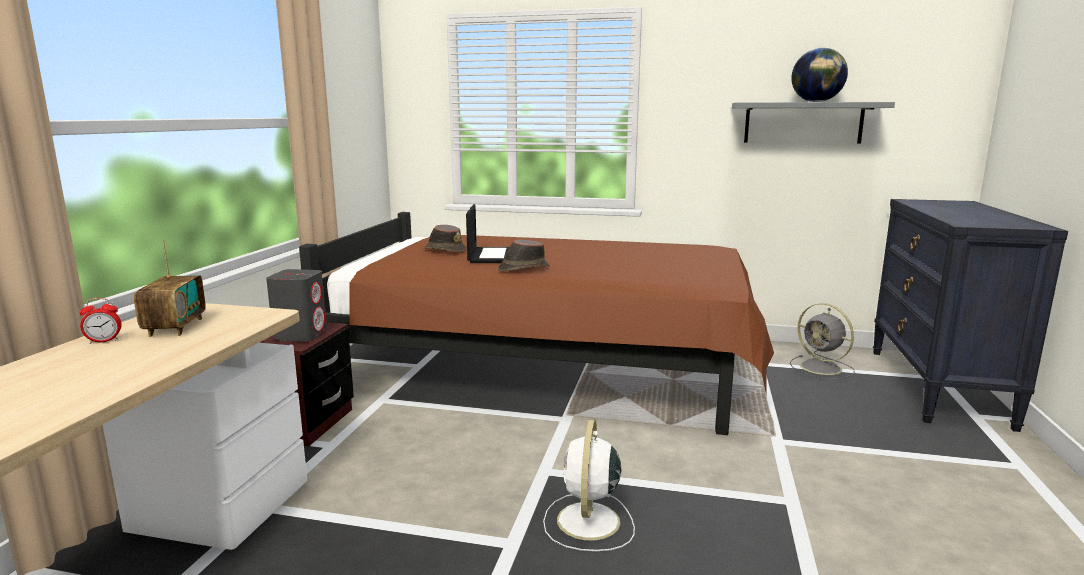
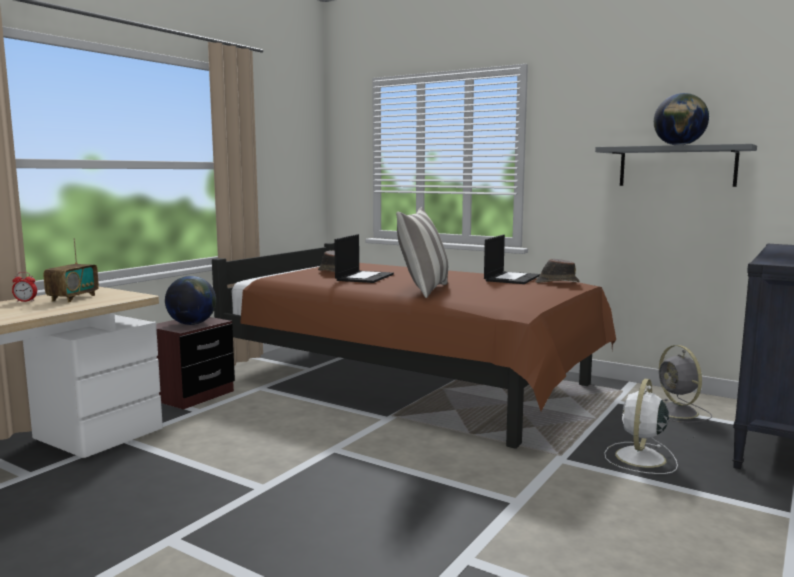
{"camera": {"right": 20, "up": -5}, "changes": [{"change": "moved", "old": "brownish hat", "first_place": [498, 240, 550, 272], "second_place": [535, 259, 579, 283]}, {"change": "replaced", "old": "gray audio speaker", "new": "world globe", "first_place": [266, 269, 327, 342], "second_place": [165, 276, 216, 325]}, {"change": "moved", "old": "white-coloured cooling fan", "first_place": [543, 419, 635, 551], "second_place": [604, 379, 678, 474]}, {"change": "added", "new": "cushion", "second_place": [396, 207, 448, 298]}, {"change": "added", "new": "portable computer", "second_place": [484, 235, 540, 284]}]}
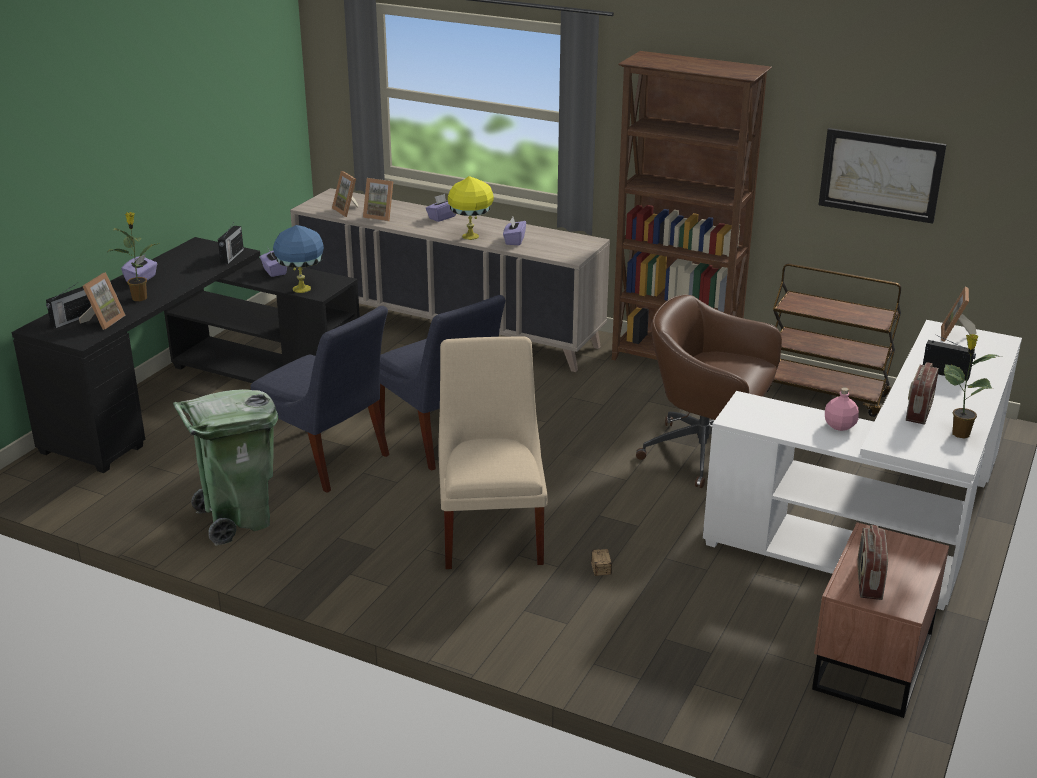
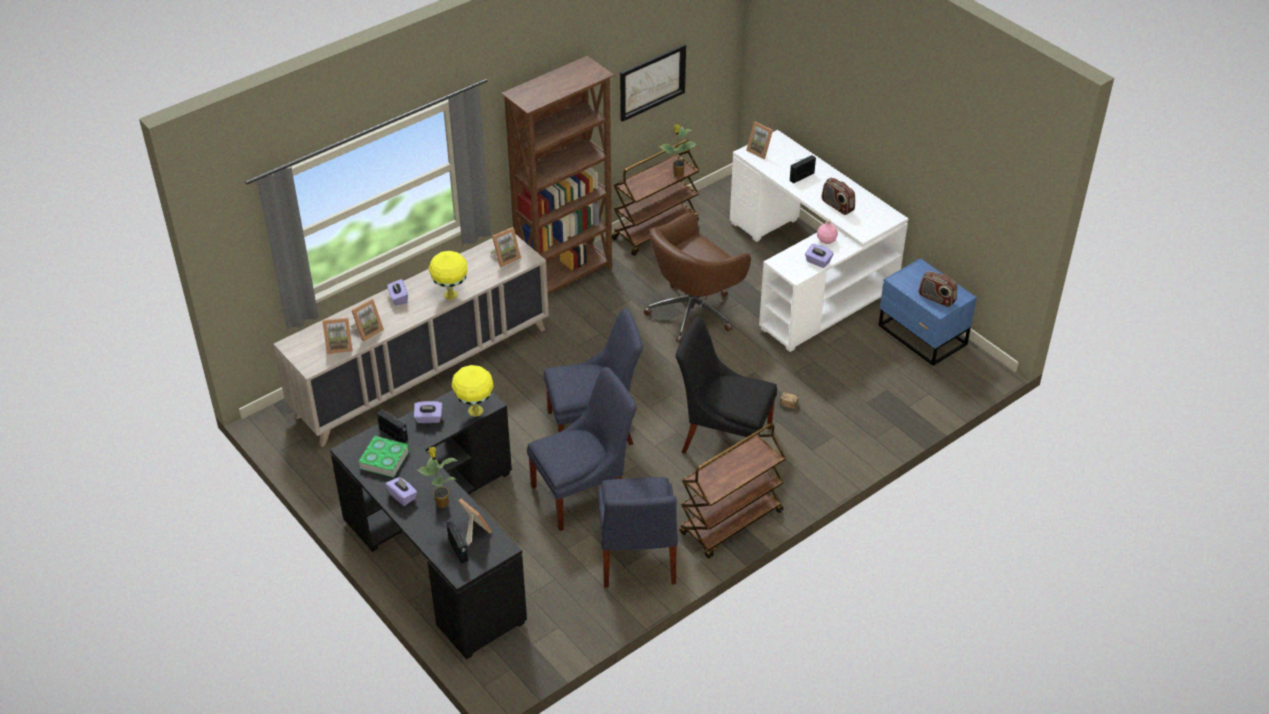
{"camera": {"right": -65, "up": 15}, "changes": [{"change": "moved", "old": "purple-coloured tissue holder", "first_place": [503, 217, 526, 246], "second_place": [805, 244, 833, 268]}, {"change": "recoloured", "old": "bluish lamp for a table", "new": "yellow lamp for a table", "first_place": [273, 225, 324, 293], "second_place": [451, 365, 494, 417]}, {"change": "moved", "old": "potted plant", "first_place": [944, 334, 1002, 439], "second_place": [659, 124, 697, 177]}, {"change": "recoloured", "old": "beige-coloured upright chair", "new": "blackish upright chair", "first_place": [438, 337, 547, 569], "second_place": [676, 317, 777, 454]}, {"change": "replaced", "old": "green trash can", "new": "bluish upright chair", "first_place": [173, 389, 278, 546], "second_place": [598, 477, 678, 588]}, {"change": "recoloured", "old": "brownish night table", "new": "bluish night table", "first_place": [812, 522, 949, 718], "second_place": [879, 258, 977, 366]}, {"change": "added", "new": "standing frame", "second_place": [490, 227, 521, 267]}, {"change": "added", "new": "brownish cart", "second_place": [680, 423, 786, 559]}, {"change": "added", "new": "bound book", "second_place": [358, 436, 410, 478]}]}
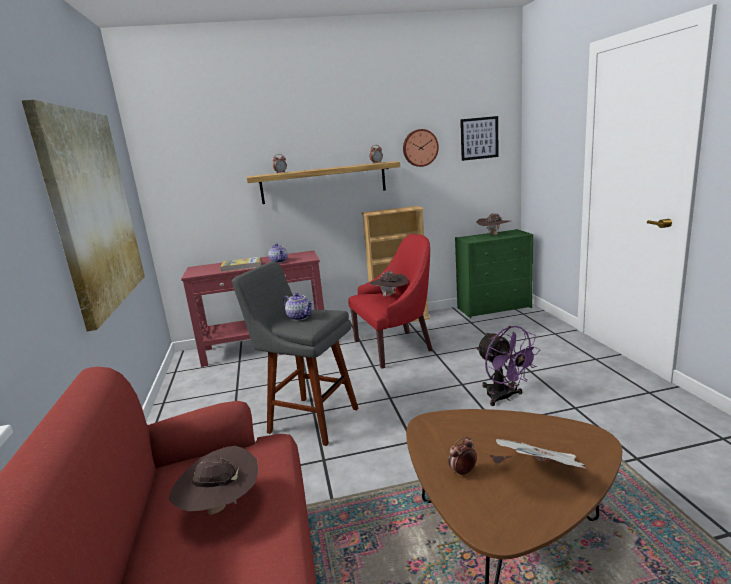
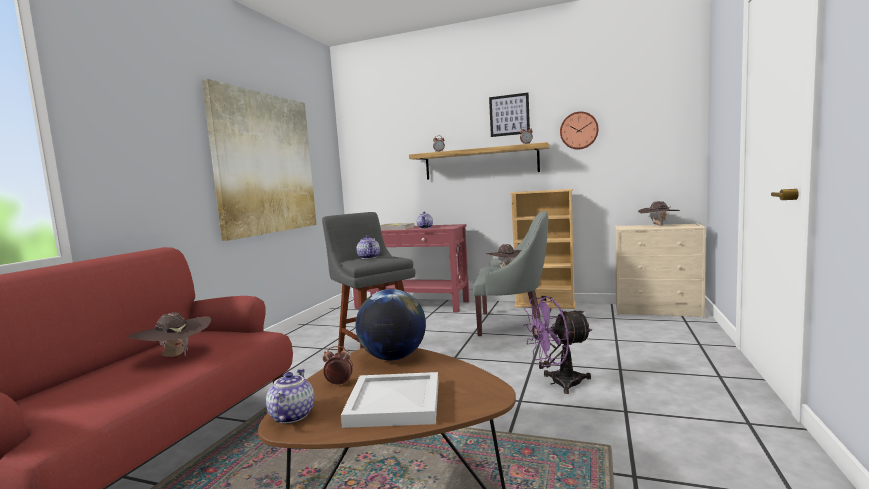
{"camera": {"right": 30, "up": -10}, "changes": [{"change": "moved", "old": "picture", "first_place": [460, 116, 498, 161], "second_place": [489, 93, 530, 137]}, {"change": "recoloured", "old": "green drawer chest", "new": "beige-coloured drawer chest", "first_place": [455, 229, 533, 318], "second_place": [615, 223, 706, 318]}, {"change": "recoloured", "old": "red-coloured armchair", "new": "gray armchair", "first_place": [348, 234, 433, 369], "second_place": [473, 211, 548, 336]}, {"change": "turned", "old": "purple-coloured cooling fan", "first_place": [476, 326, 540, 406], "second_place": [523, 296, 592, 394], "degrees": 75}, {"change": "replaced", "old": "newspaper", "new": "white-coloured serving tray", "first_place": [496, 439, 586, 469], "second_place": [341, 372, 439, 428]}, {"change": "added", "new": "world globe", "second_place": [356, 289, 426, 360]}, {"change": "added", "new": "teapot", "second_place": [266, 369, 314, 423]}]}
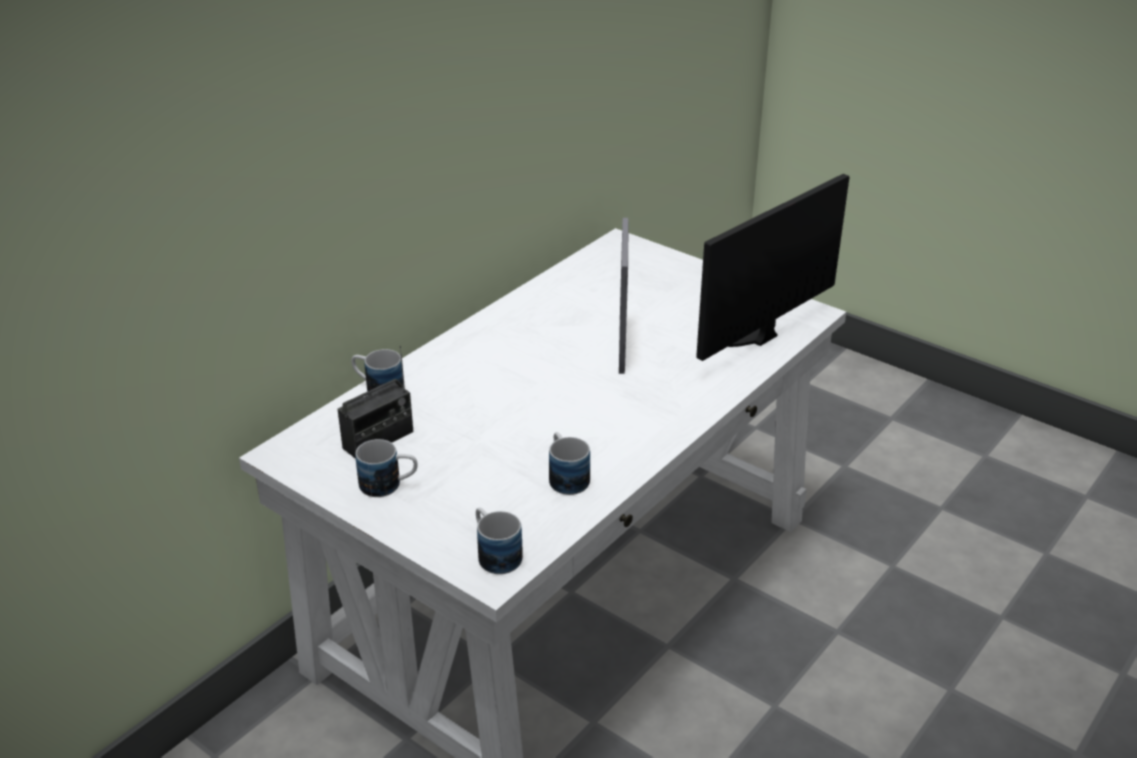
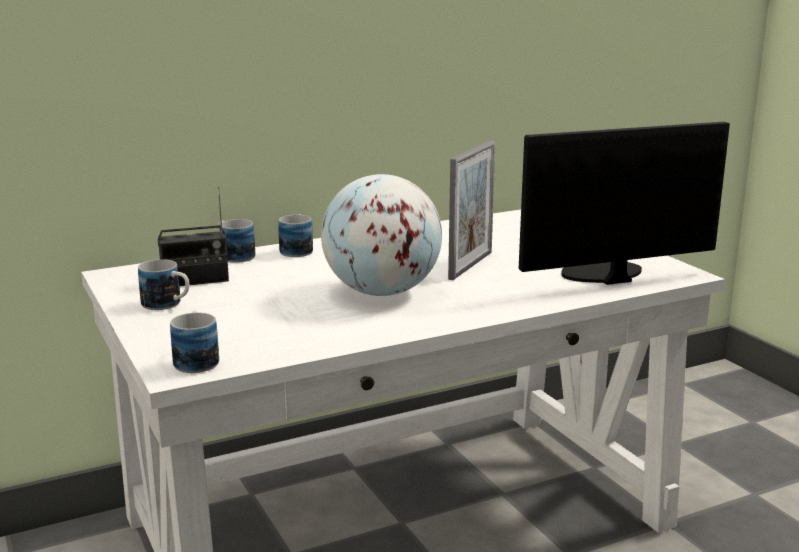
{"camera": {"right": 25, "up": -15}, "changes": [{"change": "moved", "old": "tea mug", "first_place": [549, 432, 590, 495], "second_place": [278, 214, 313, 257]}, {"change": "added", "new": "world globe", "second_place": [321, 174, 442, 296]}]}
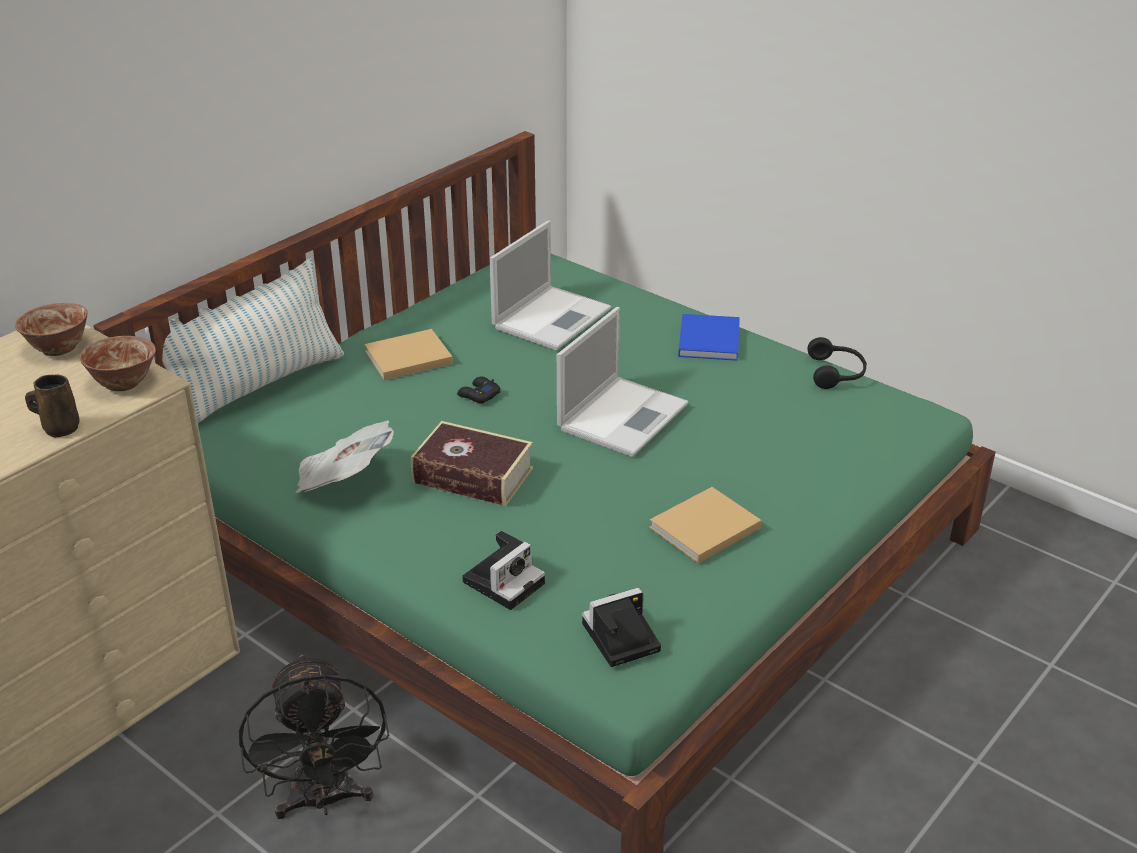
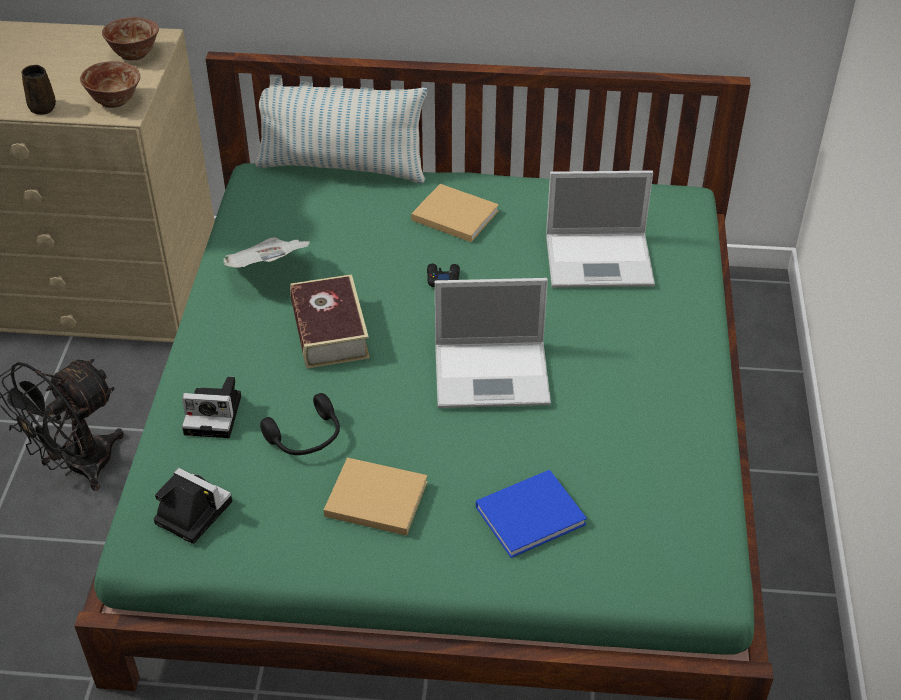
{"camera": {"right": 55, "up": 10}, "changes": [{"change": "moved", "old": "bluish bound book", "first_place": [678, 314, 740, 361], "second_place": [476, 470, 587, 558]}, {"change": "moved", "old": "blackish headset", "first_place": [808, 337, 867, 389], "second_place": [260, 393, 340, 455]}]}
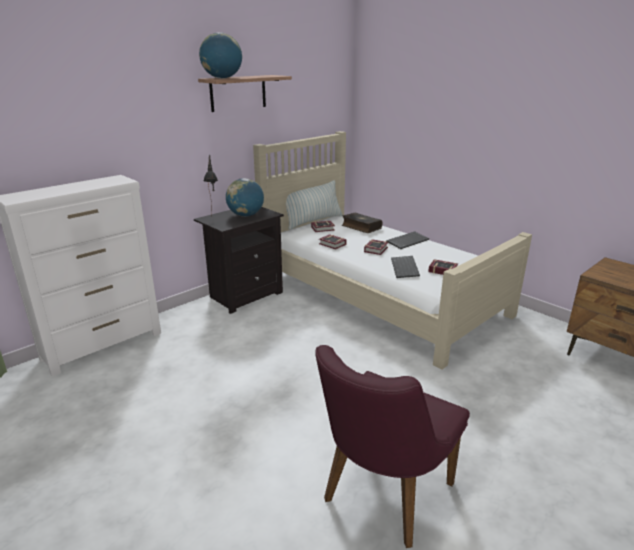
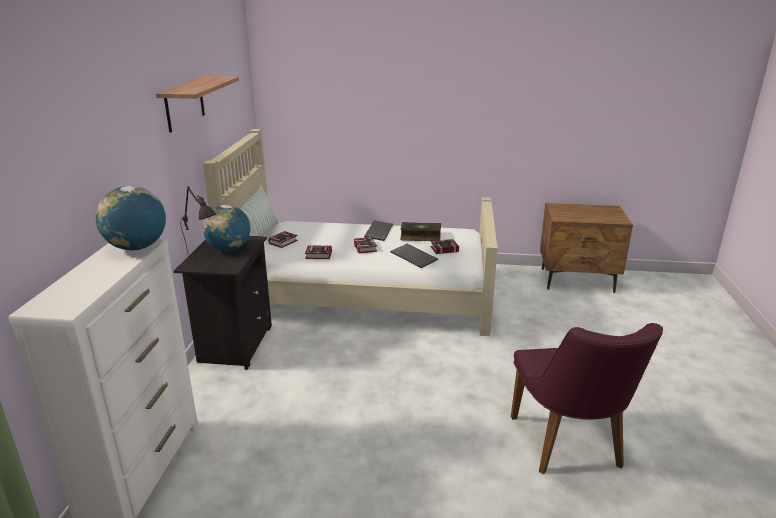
{"camera": {"right": -40, "up": 0}, "changes": [{"change": "moved", "old": "world globe", "first_place": [199, 32, 242, 79], "second_place": [96, 186, 166, 250]}, {"change": "moved", "old": "bound book", "first_place": [342, 212, 383, 233], "second_place": [400, 222, 441, 241]}]}
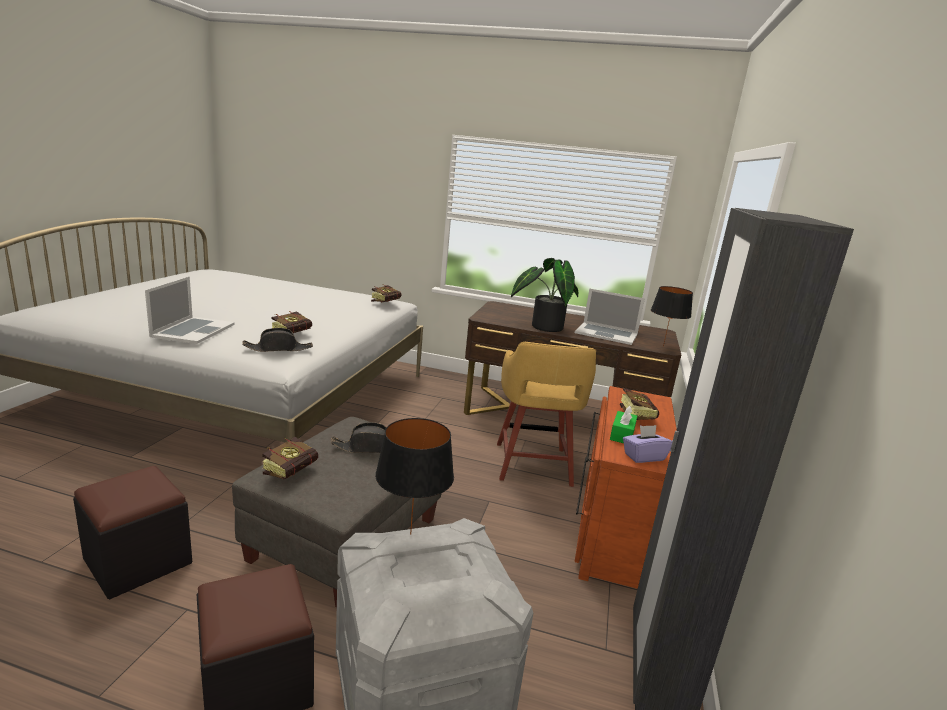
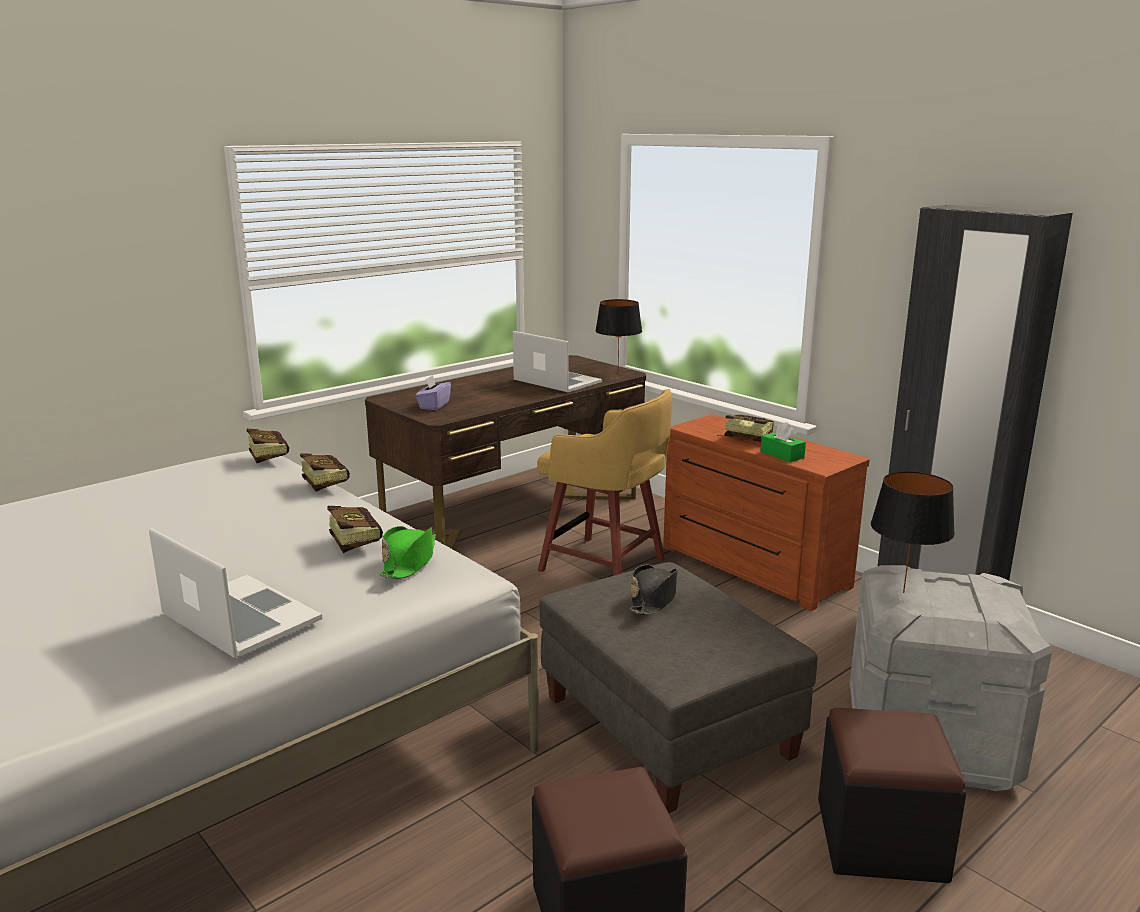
{"camera": {"right": -55, "up": 0}, "changes": [{"change": "removed", "old": "potted plant", "first_place": [511, 258, 578, 332]}, {"change": "turned", "old": "portable computer", "first_place": [575, 288, 645, 345], "second_place": [513, 331, 602, 392], "degrees": -105}, {"change": "recoloured", "old": "blackish hat", "new": "green hat", "first_place": [242, 328, 313, 352], "second_place": [379, 526, 436, 579]}, {"change": "moved", "old": "purple-coloured tissue holder", "first_place": [623, 425, 673, 463], "second_place": [415, 375, 451, 410]}, {"change": "moved", "old": "bound book", "first_place": [262, 437, 318, 479], "second_place": [300, 453, 350, 492]}]}
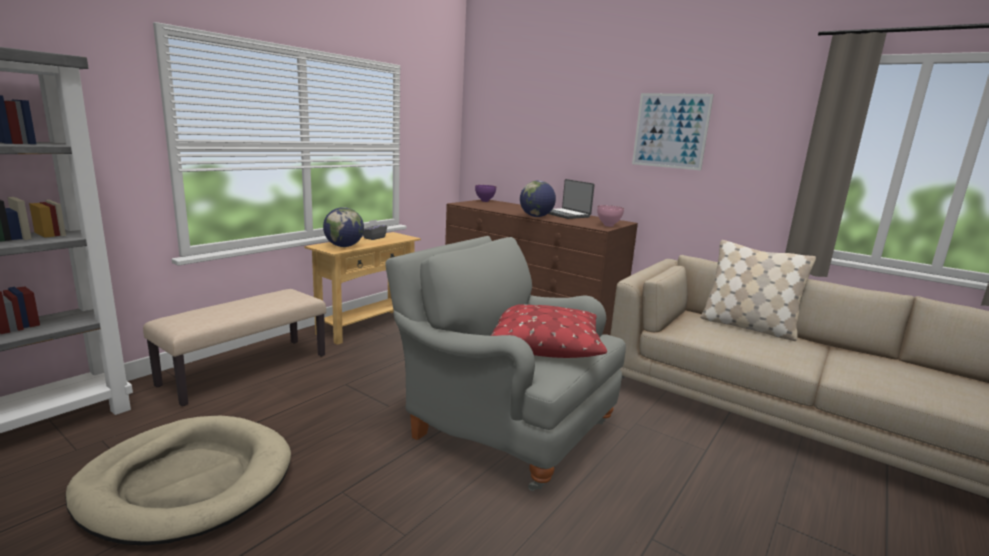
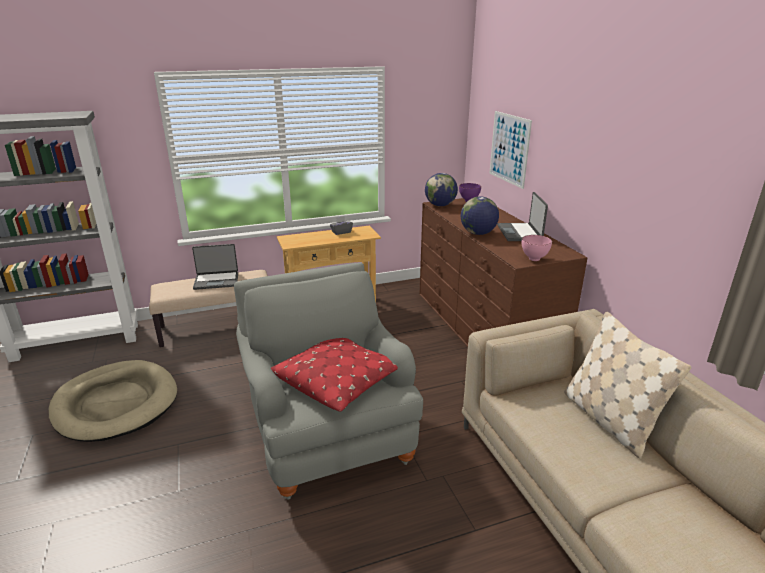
{"camera": {"right": 35, "up": 10}, "changes": [{"change": "moved", "old": "picture", "first_place": [632, 93, 714, 170], "second_place": [489, 111, 532, 189]}, {"change": "moved", "old": "world globe", "first_place": [323, 207, 364, 247], "second_place": [425, 173, 458, 206]}, {"change": "added", "new": "portable computer", "second_place": [192, 244, 238, 290]}]}
